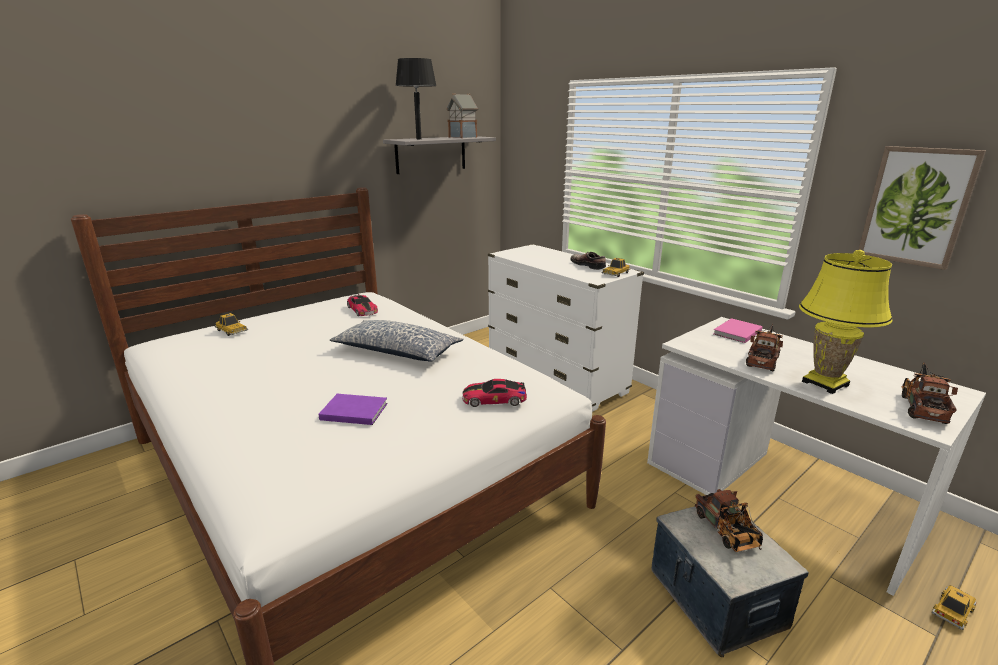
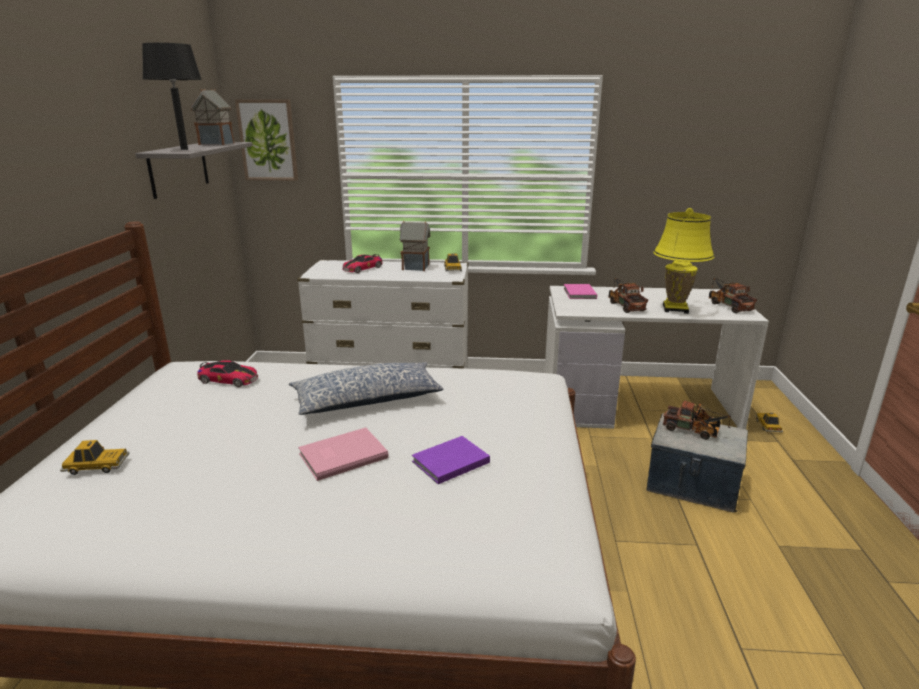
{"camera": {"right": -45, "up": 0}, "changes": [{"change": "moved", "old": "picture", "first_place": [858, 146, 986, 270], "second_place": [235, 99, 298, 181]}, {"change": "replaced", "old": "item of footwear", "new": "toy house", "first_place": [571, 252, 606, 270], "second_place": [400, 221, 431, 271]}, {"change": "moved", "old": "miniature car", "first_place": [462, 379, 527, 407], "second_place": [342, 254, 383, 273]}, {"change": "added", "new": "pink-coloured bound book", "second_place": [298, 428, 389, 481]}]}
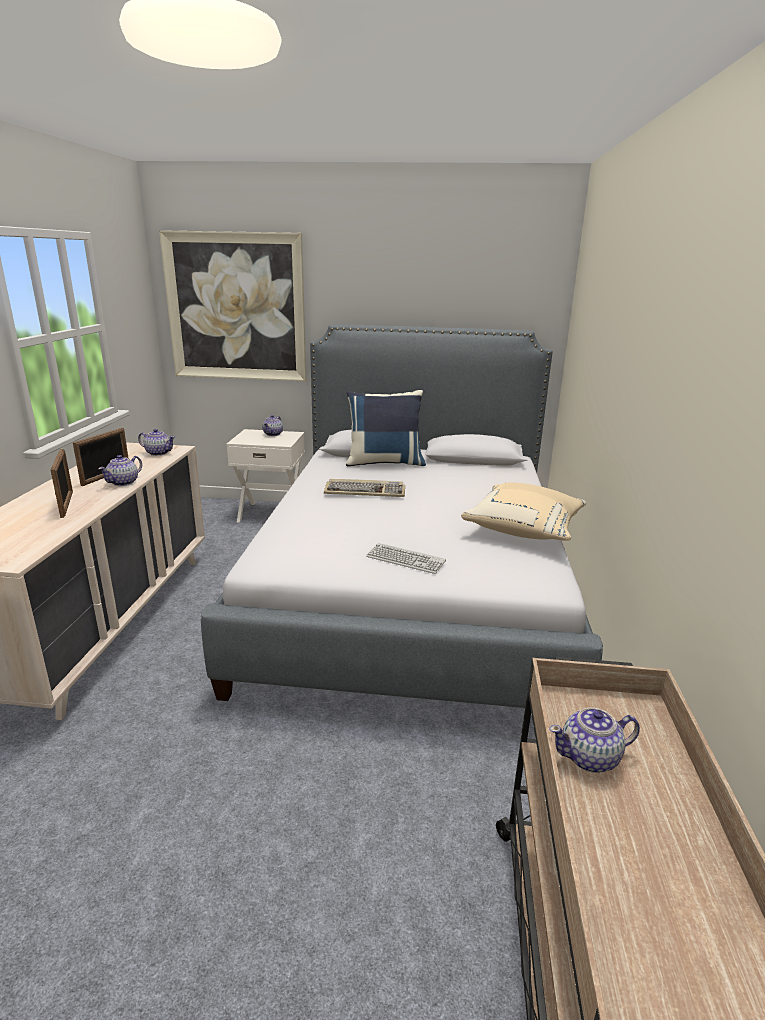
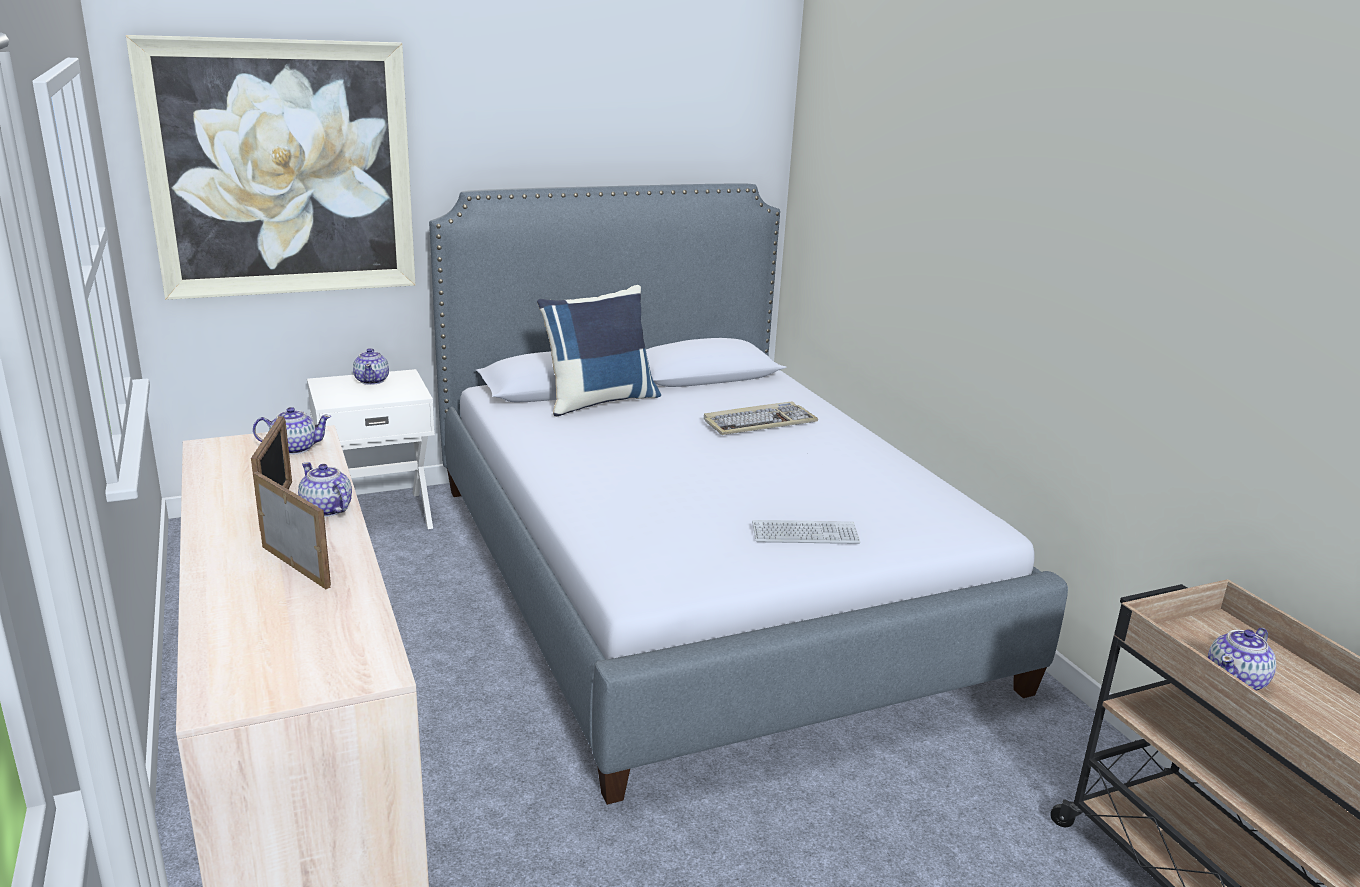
{"camera": {"right": -30, "up": 0}, "changes": [{"change": "turned", "old": "teapot", "first_place": [98, 455, 142, 486], "second_place": [298, 462, 352, 517], "degrees": 135}, {"change": "moved", "old": "PC keyboard", "first_place": [324, 479, 405, 497], "second_place": [704, 402, 818, 435]}, {"change": "removed", "old": "beige-coloured cushion", "first_place": [461, 482, 586, 541]}]}
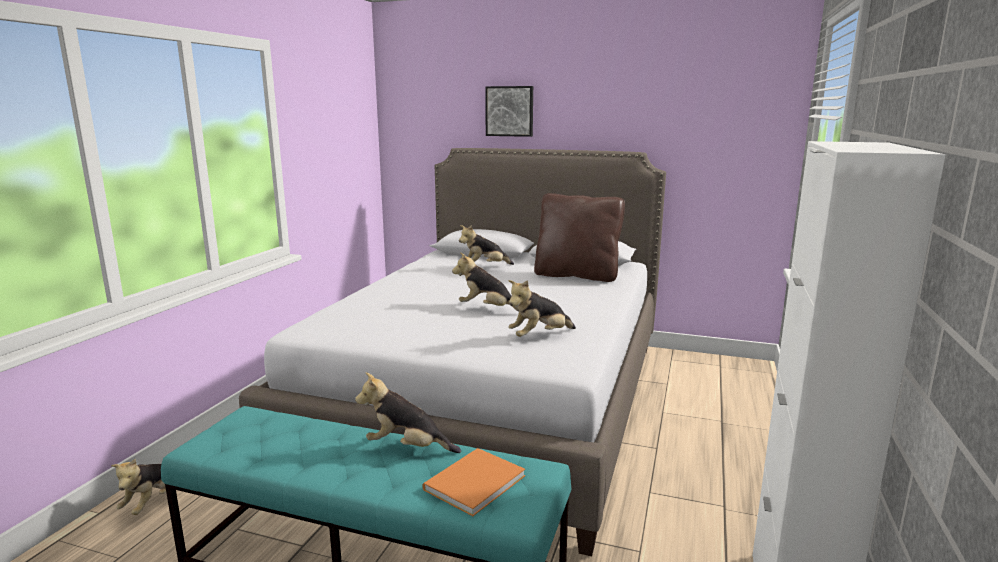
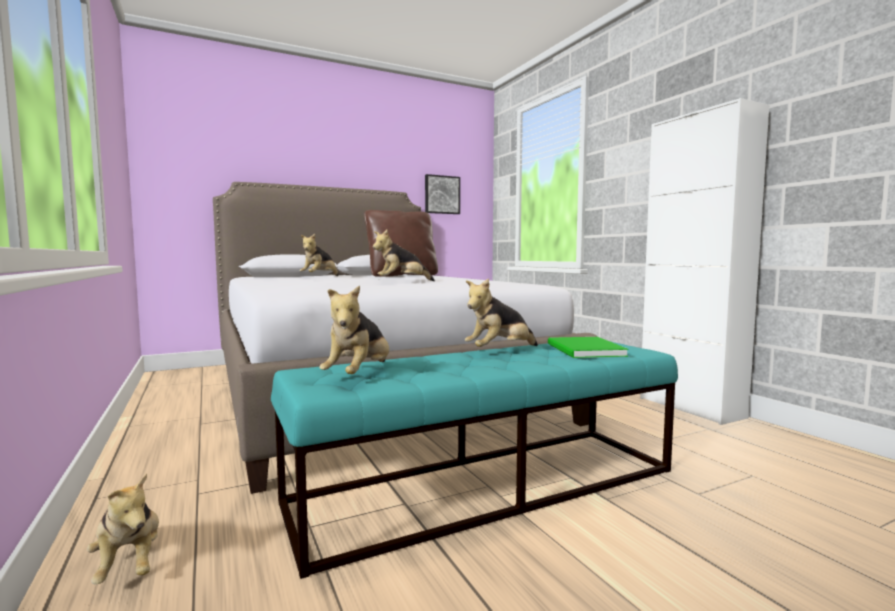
{"camera": {"right": -45, "up": -10}, "changes": [{"change": "moved", "old": "picture", "first_place": [485, 86, 533, 137], "second_place": [425, 174, 460, 214]}, {"change": "moved", "old": "soft toy", "first_place": [508, 280, 576, 337], "second_place": [319, 285, 389, 374]}, {"change": "recoloured", "old": "orange-coloured bound book", "new": "green bound book", "first_place": [422, 448, 525, 516], "second_place": [548, 337, 629, 358]}]}
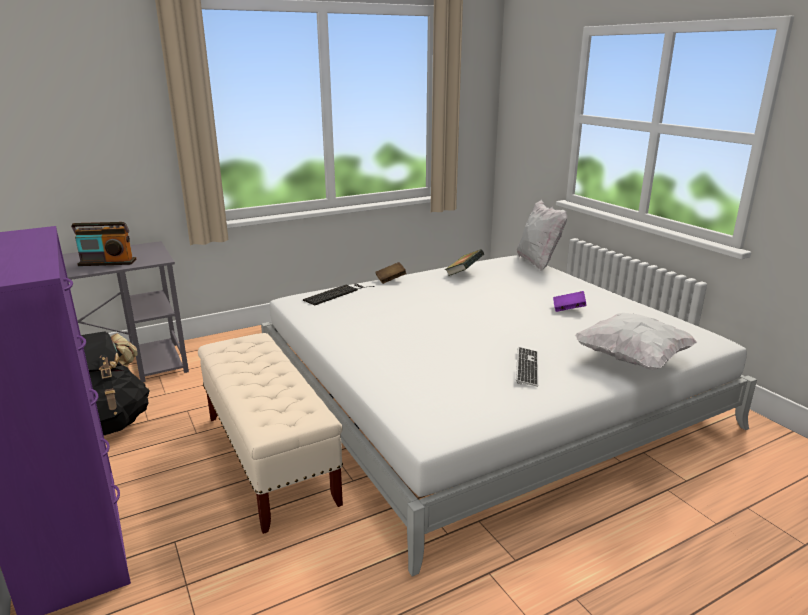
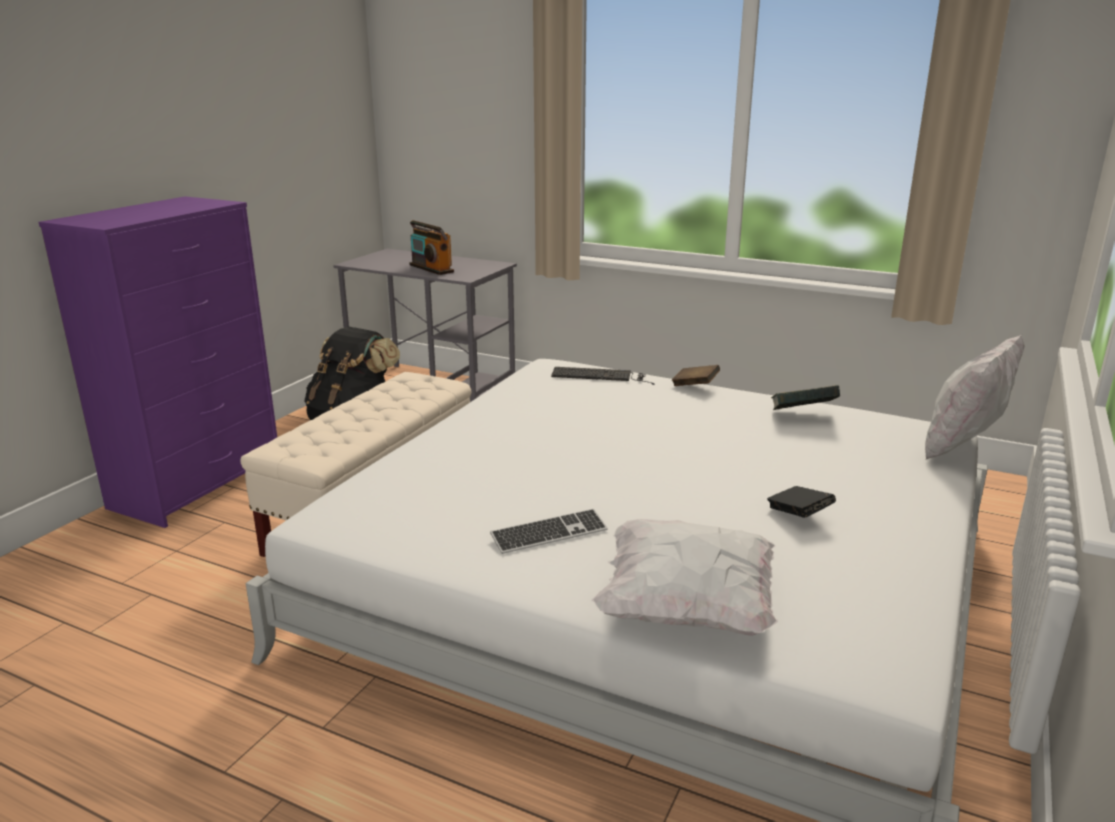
{"camera": {"right": 55, "up": 0}, "changes": [{"change": "recoloured", "old": "purple-coloured bound book", "new": "blackish bound book", "first_place": [553, 291, 587, 312], "second_place": [767, 486, 836, 518]}]}
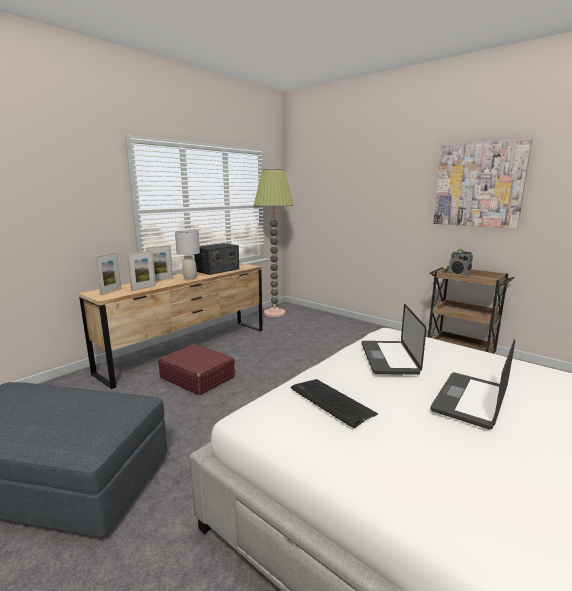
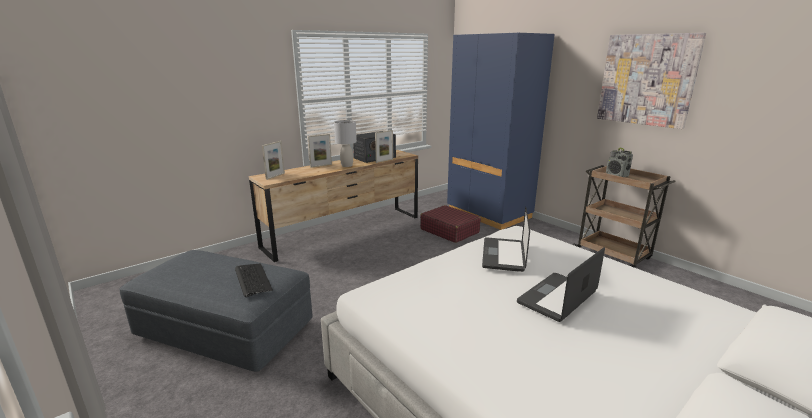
{"camera": {"right": 10, "up": 5}, "changes": [{"change": "removed", "old": "standing lamp", "first_place": [253, 169, 294, 317]}, {"change": "moved", "old": "standing frame", "first_place": [127, 250, 156, 291], "second_place": [375, 130, 393, 163]}, {"change": "moved", "old": "red-coloured travel case", "first_place": [158, 344, 235, 395], "second_place": [420, 205, 481, 243]}, {"change": "moved", "old": "PC keyboard", "first_place": [291, 379, 378, 428], "second_place": [235, 263, 273, 297]}, {"change": "added", "new": "bluish clothes cupboard", "second_place": [447, 33, 555, 230]}]}
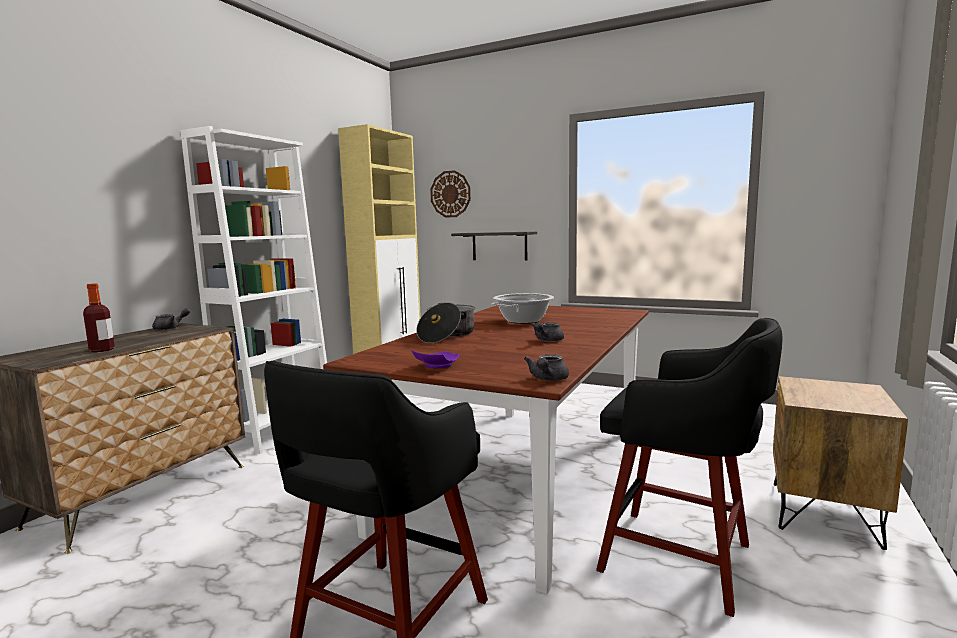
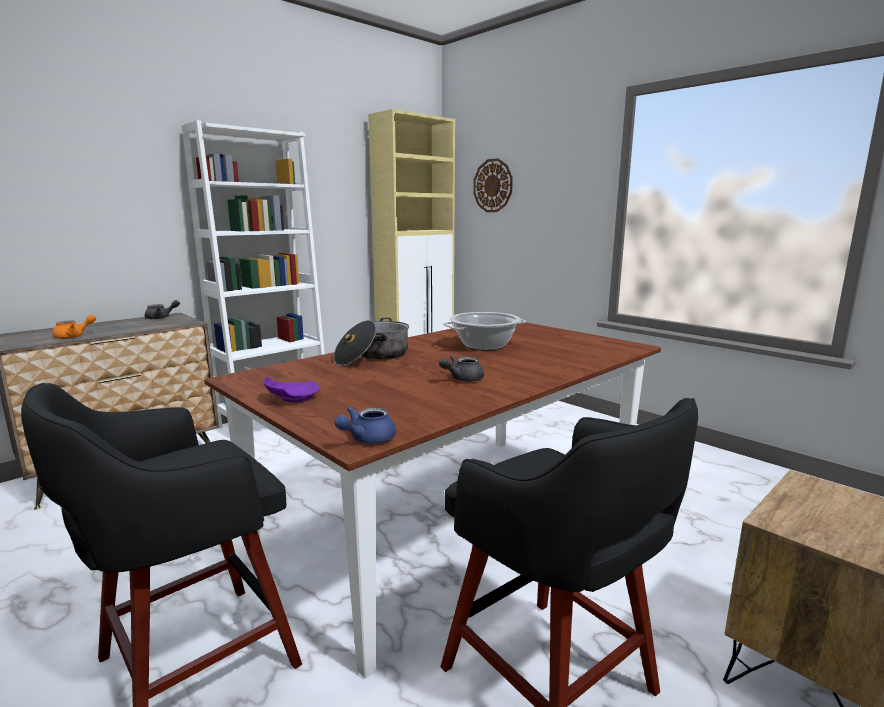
{"camera": {"right": 20, "up": 5}, "changes": [{"change": "removed", "old": "shelf", "first_place": [451, 231, 537, 261]}, {"change": "replaced", "old": "bottle", "new": "orange-coloured teapot", "first_place": [83, 283, 115, 352], "second_place": [52, 314, 96, 339]}, {"change": "recoloured", "old": "gray teapot", "new": "bluish teapot", "first_place": [524, 354, 569, 381], "second_place": [335, 407, 396, 444]}]}
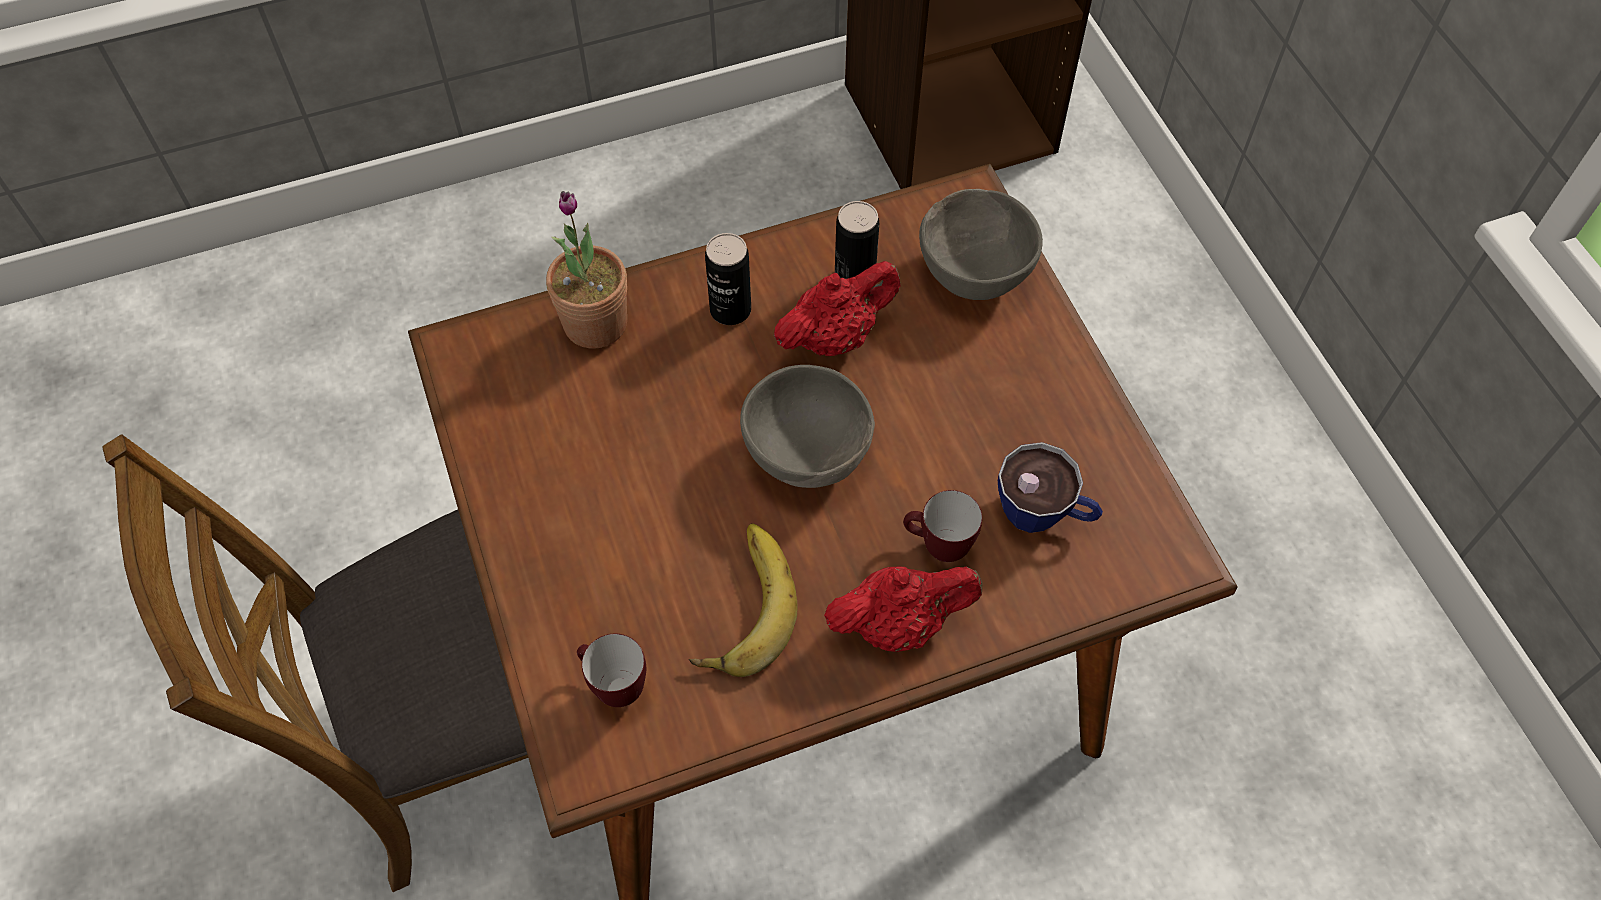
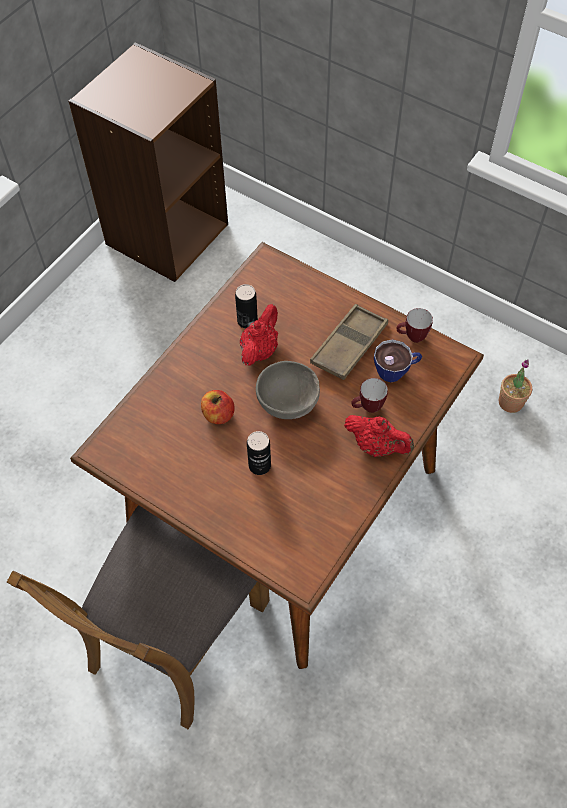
{"camera": {"right": -35, "up": 0}, "changes": [{"change": "removed", "old": "gray serving bowl", "first_place": [919, 189, 1043, 300]}, {"change": "moved", "old": "potted plant", "first_place": [546, 191, 627, 348], "second_place": [499, 359, 532, 413]}, {"change": "moved", "old": "can", "first_place": [705, 233, 751, 325], "second_place": [247, 431, 271, 475]}, {"change": "removed", "old": "banana fruit", "first_place": [689, 523, 798, 677]}, {"change": "turned", "old": "red-coloured teapot", "first_place": [824, 566, 982, 652], "second_place": [344, 415, 414, 457], "degrees": 75}, {"change": "moved", "old": "tea mug", "first_place": [577, 634, 646, 707], "second_place": [396, 308, 433, 343]}, {"change": "added", "new": "brownish serving tray", "second_place": [310, 304, 388, 380]}, {"change": "added", "new": "apple", "second_place": [201, 390, 235, 424]}]}
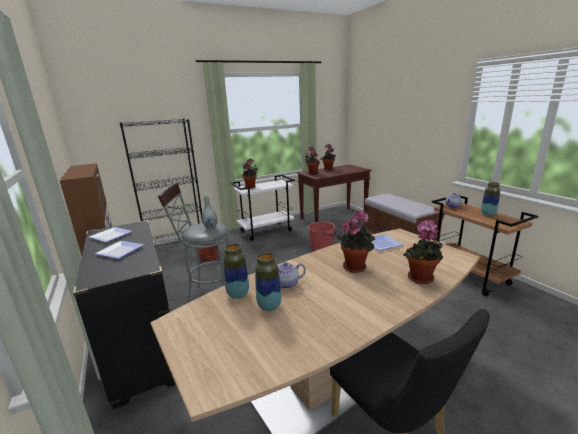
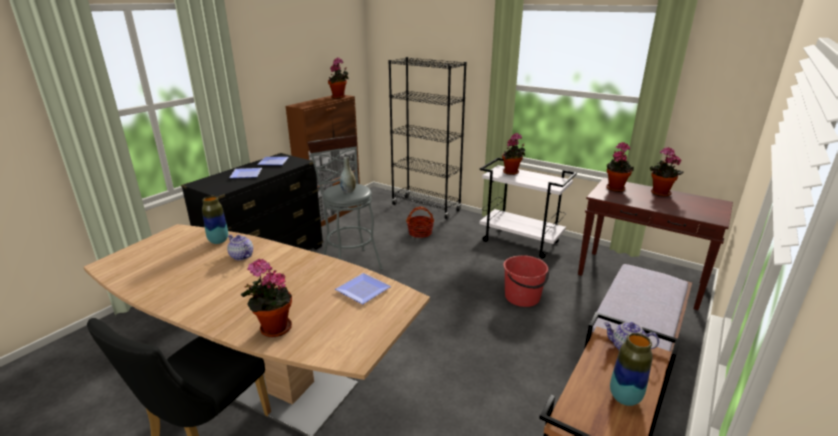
{"camera": {"right": 60, "up": 5}, "changes": [{"change": "moved", "old": "potted plant", "first_place": [336, 210, 375, 273], "second_place": [328, 58, 349, 99]}, {"change": "removed", "old": "flower vase", "first_place": [255, 253, 281, 311]}]}
